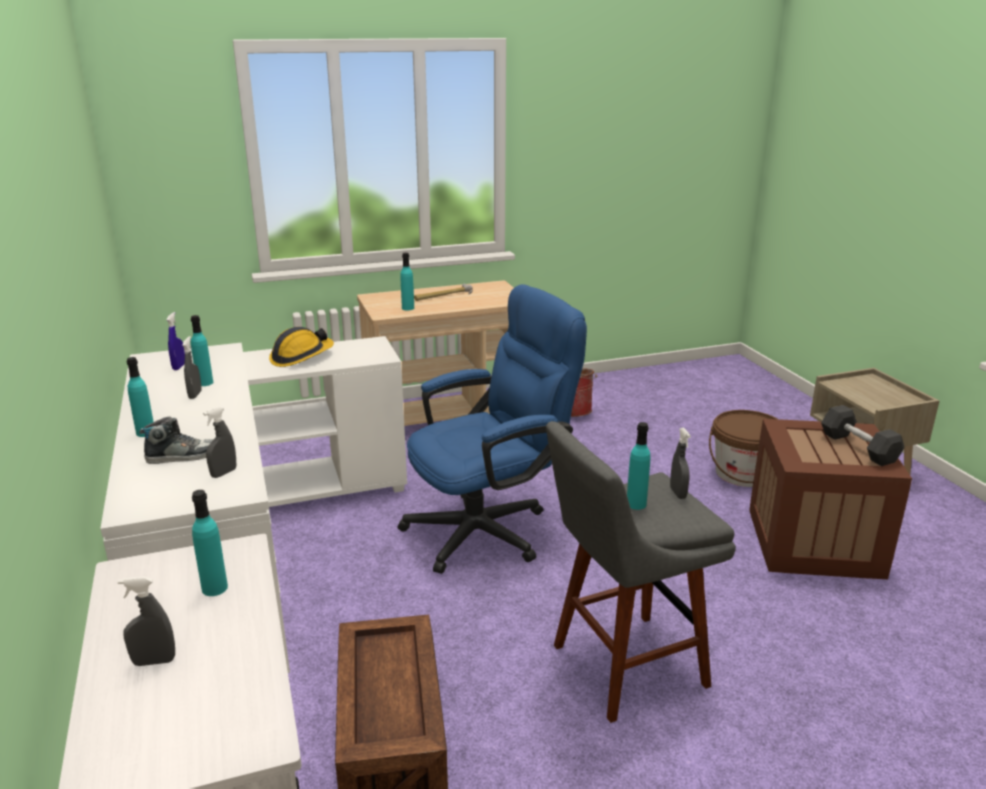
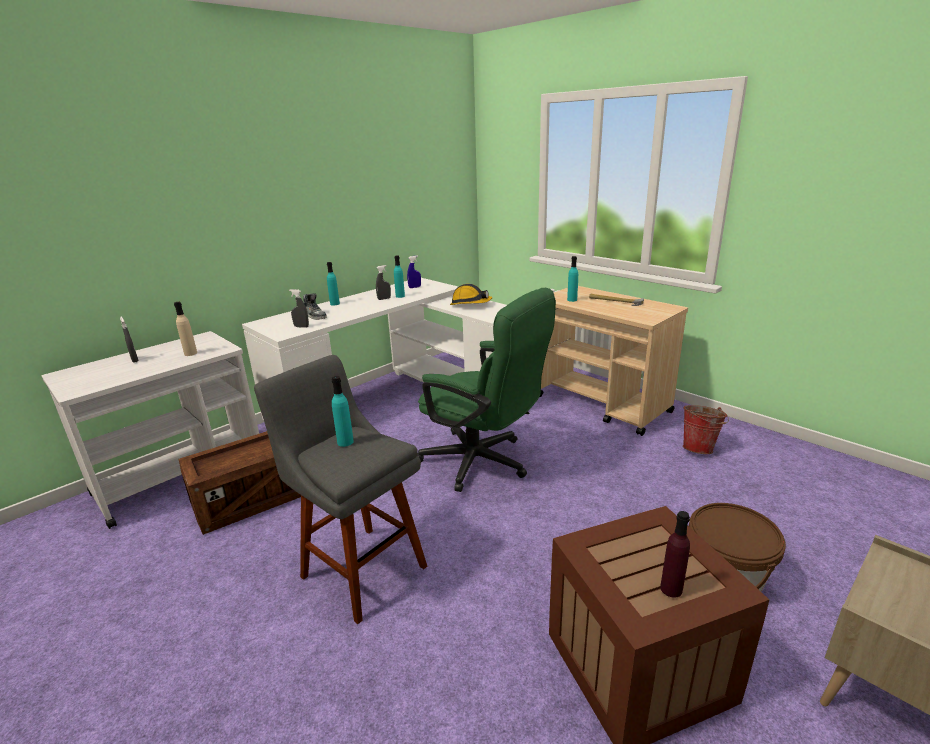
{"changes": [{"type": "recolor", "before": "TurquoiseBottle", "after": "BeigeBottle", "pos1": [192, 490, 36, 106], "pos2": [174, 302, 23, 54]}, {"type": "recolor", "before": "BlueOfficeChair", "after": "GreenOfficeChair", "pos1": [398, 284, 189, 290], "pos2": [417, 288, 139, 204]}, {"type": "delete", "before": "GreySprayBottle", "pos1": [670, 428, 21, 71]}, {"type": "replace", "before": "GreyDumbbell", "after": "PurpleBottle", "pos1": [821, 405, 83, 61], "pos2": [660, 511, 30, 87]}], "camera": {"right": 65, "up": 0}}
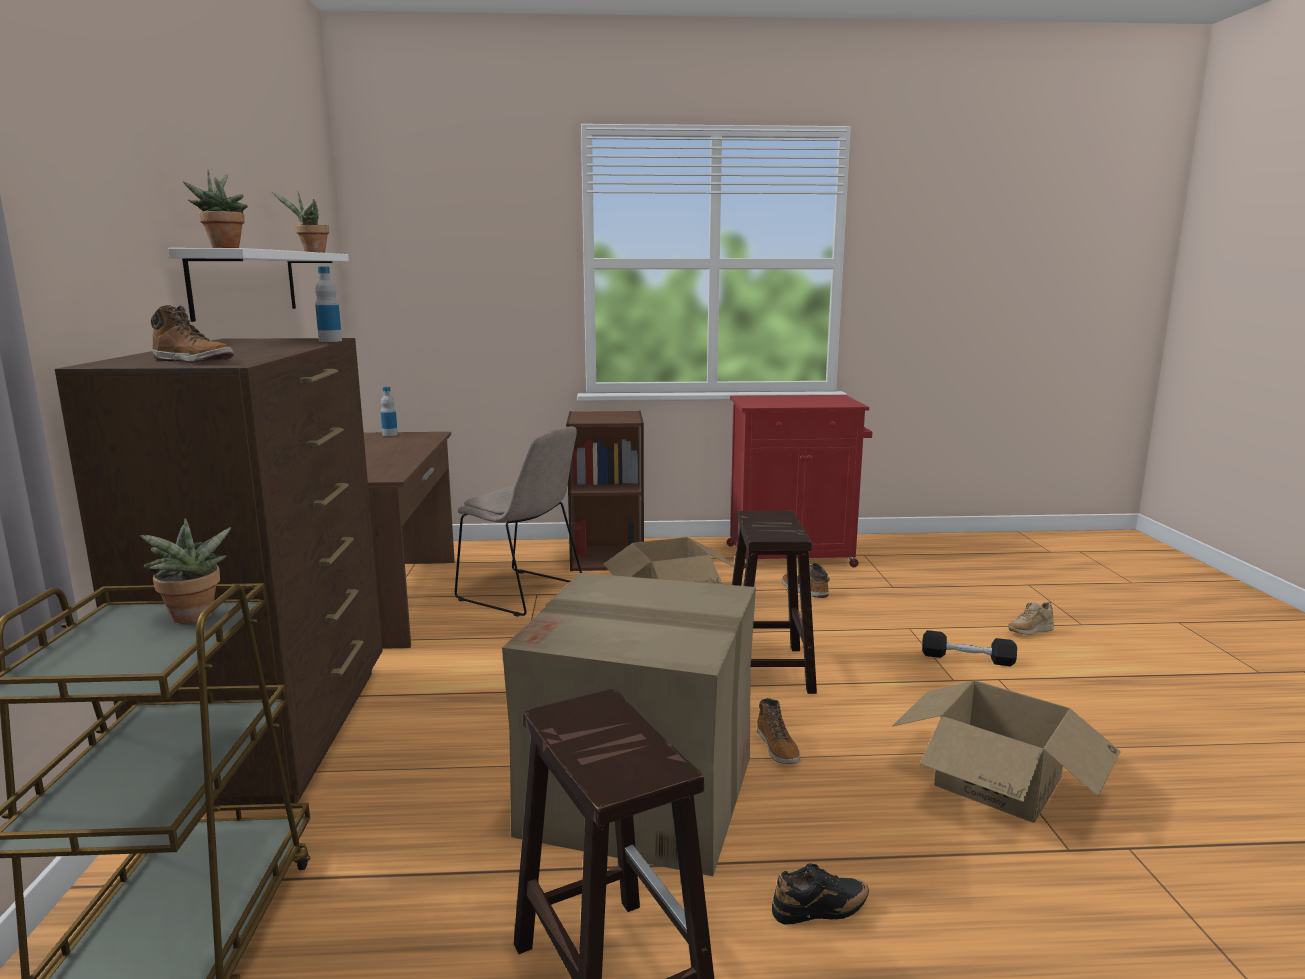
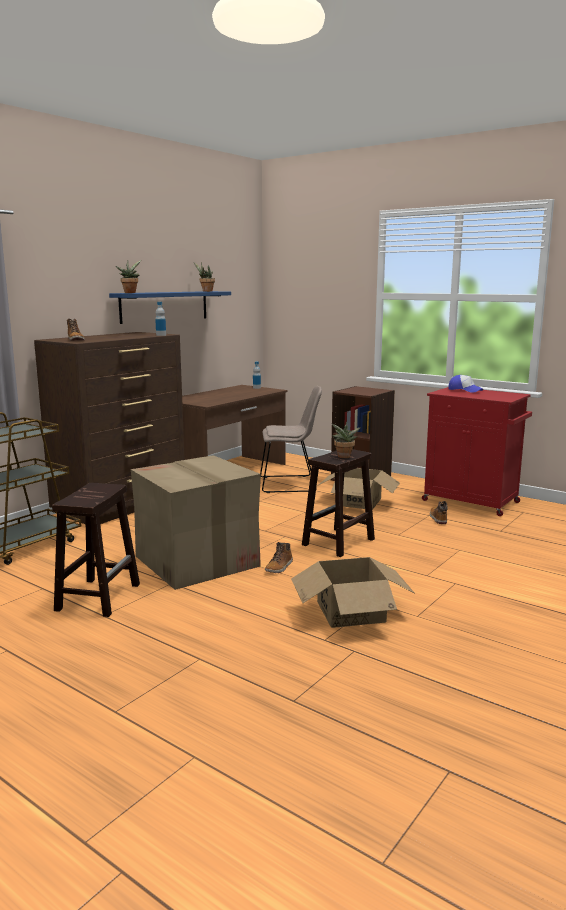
{"changes": [{"type": "move", "before": "PottedPlant", "pos1": [140, 518, 91, 105], "pos2": [332, 421, 29, 37]}, {"type": "recolor", "before": "WhiteShelf", "after": "BlueShelf", "pos1": [168, 248, 181, 74], "pos2": [109, 291, 122, 33]}, {"type": "rotate", "before": "BeigeChair", "pos1": [455, 427, 127, 190], "pos2": [260, 386, 62, 107], "turn": -75}, {"type": "delete", "before": "BlackShoe", "pos1": [772, 863, 97, 62]}, {"type": "delete", "before": "BlackDumbbell", "pos1": [922, 630, 95, 36]}, {"type": "delete", "before": "BeigeShoe", "pos1": [1008, 601, 46, 34]}, {"type": "insert", "after": "Cap", "pos2": [448, 375, 35, 18]}], "camera": {"right": 40, "up": 0}}
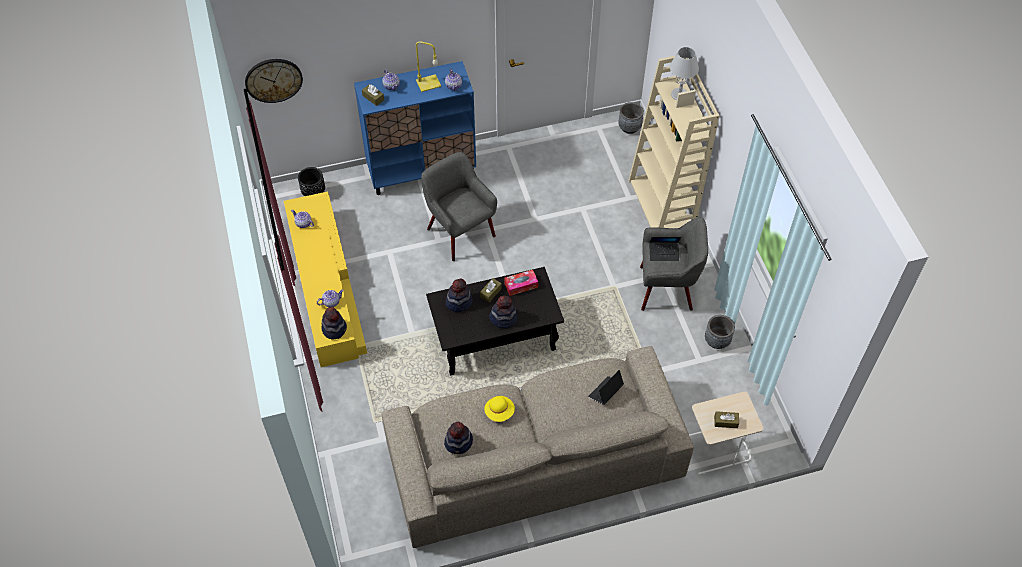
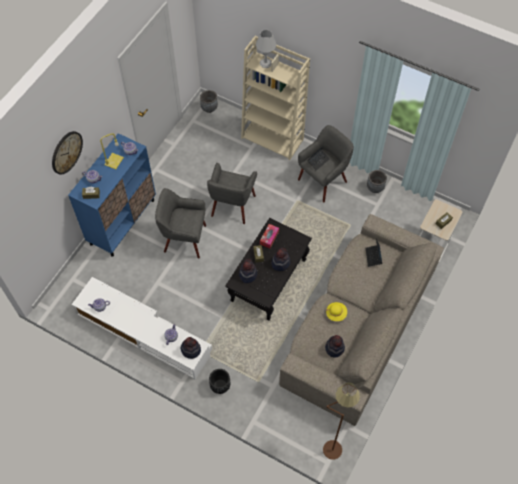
{"changes": [{"type": "move", "before": "WallClock", "pos1": [245, 59, 58, 44], "pos2": [52, 131, 31, 44]}, {"type": "recolor", "before": "YellowTvStand", "after": "WhiteTvStand", "pos1": [284, 191, 83, 176], "pos2": [72, 277, 140, 103]}, {"type": "move", "before": "BlackPlanter", "pos1": [298, 167, 27, 29], "pos2": [209, 369, 21, 25]}, {"type": "insert", "after": "GreyArmchair", "pos2": [207, 163, 50, 61]}, {"type": "insert", "after": "BrownFloorLamp", "pos2": [323, 382, 37, 78]}], "camera": {"right": -45, "up": 5}}
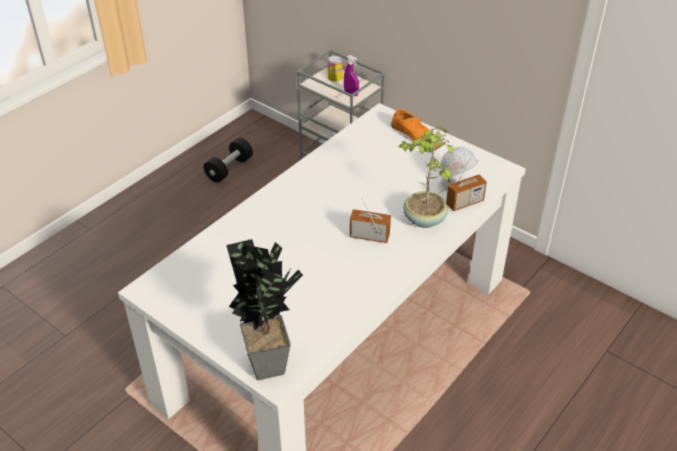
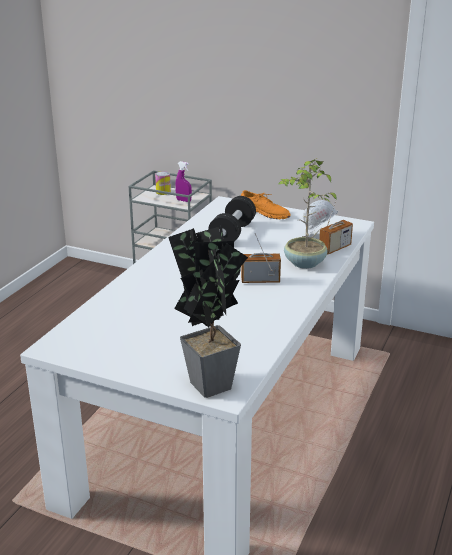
{"changes": [{"type": "move", "before": "BlackDumbbell", "pos1": [204, 138, 49, 45], "pos2": [208, 196, 48, 46]}], "camera": {"right": -15, "up": -15}}
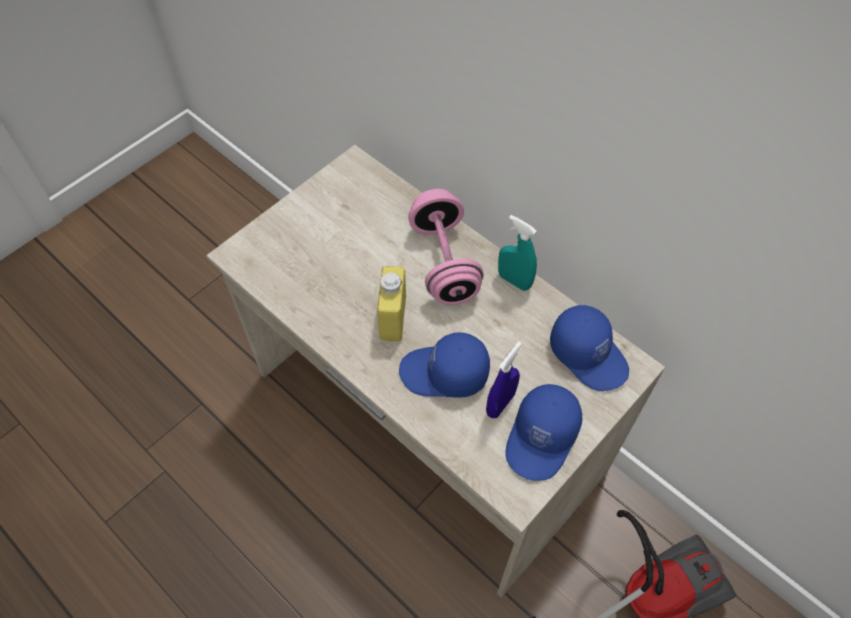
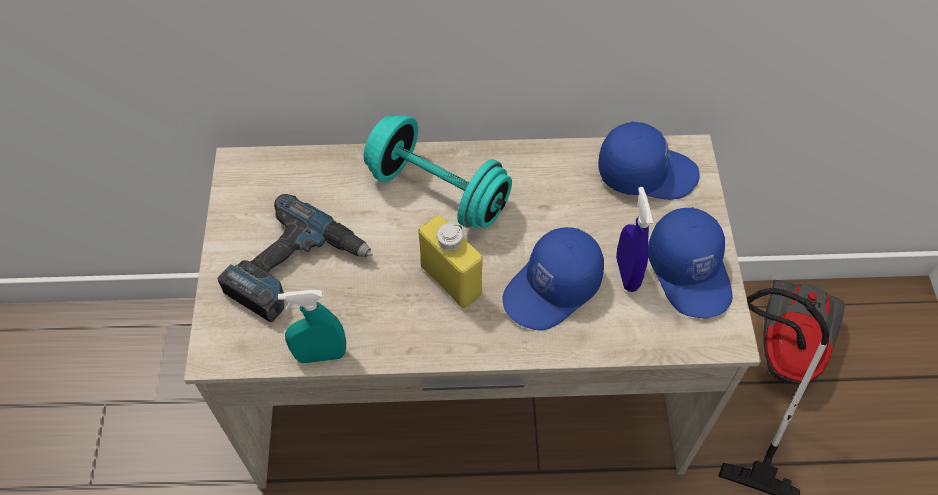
{"changes": [{"type": "recolor", "before": "PinkDumbbell", "after": "TurquoiseDumbbell", "pos1": [408, 189, 76, 116], "pos2": [364, 115, 148, 113]}, {"type": "move", "before": "TurquoiseSprayBottle", "pos1": [498, 215, 39, 76], "pos2": [278, 290, 68, 73]}, {"type": "insert", "after": "PowerDrill", "pos2": [217, 194, 156, 128]}], "camera": {"right": -45, "up": 0}}
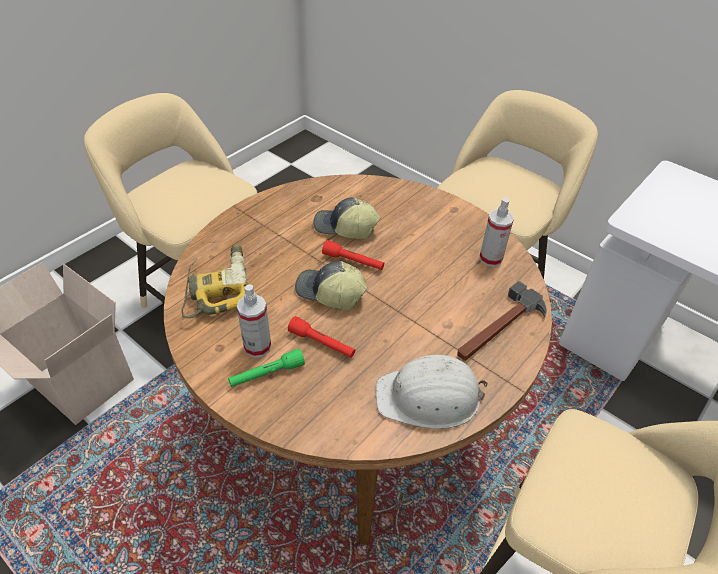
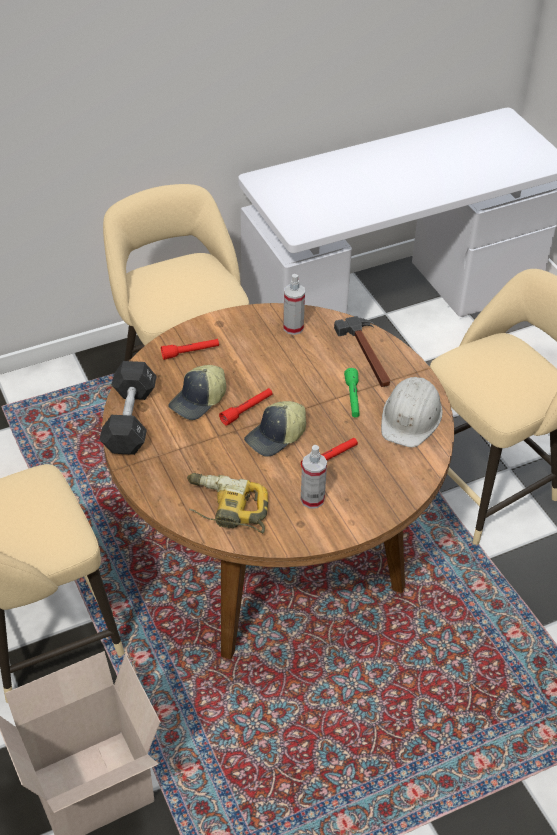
{"changes": [{"type": "move", "before": "GreenFlashlight", "pos1": [228, 348, 77, 39], "pos2": [344, 368, 16, 50]}, {"type": "insert", "after": "BlackDumbbell", "pos2": [99, 361, 58, 94]}, {"type": "insert", "after": "RedFlashlight", "pos2": [161, 339, 58, 21]}], "camera": {"right": -65, "up": 0}}
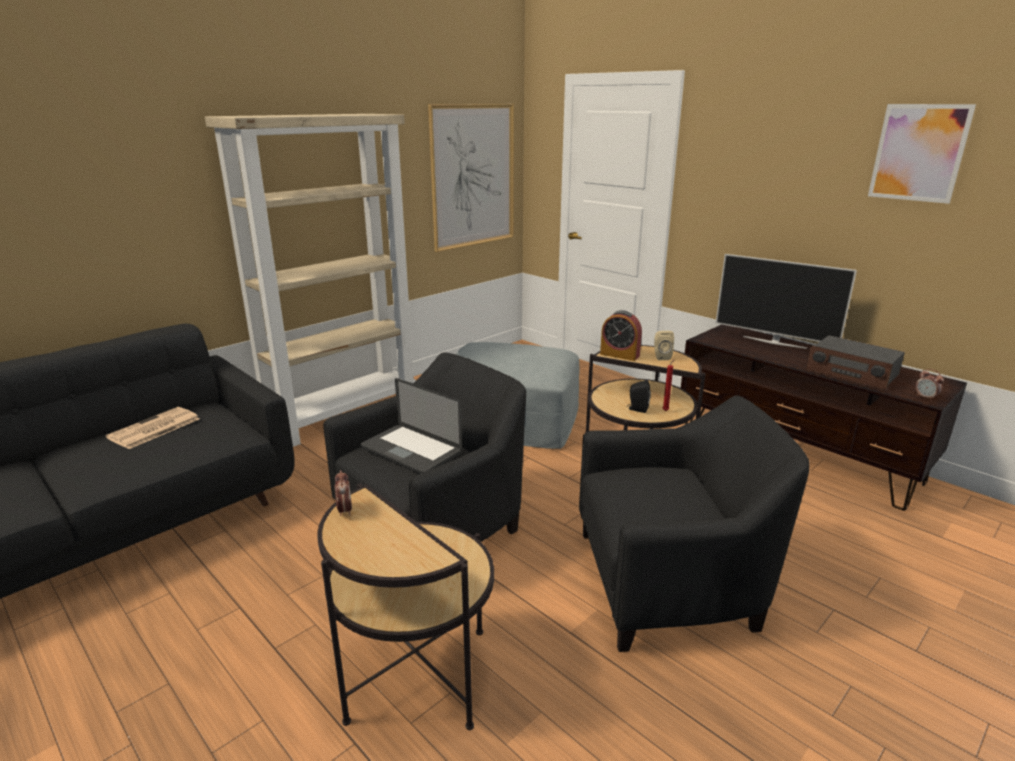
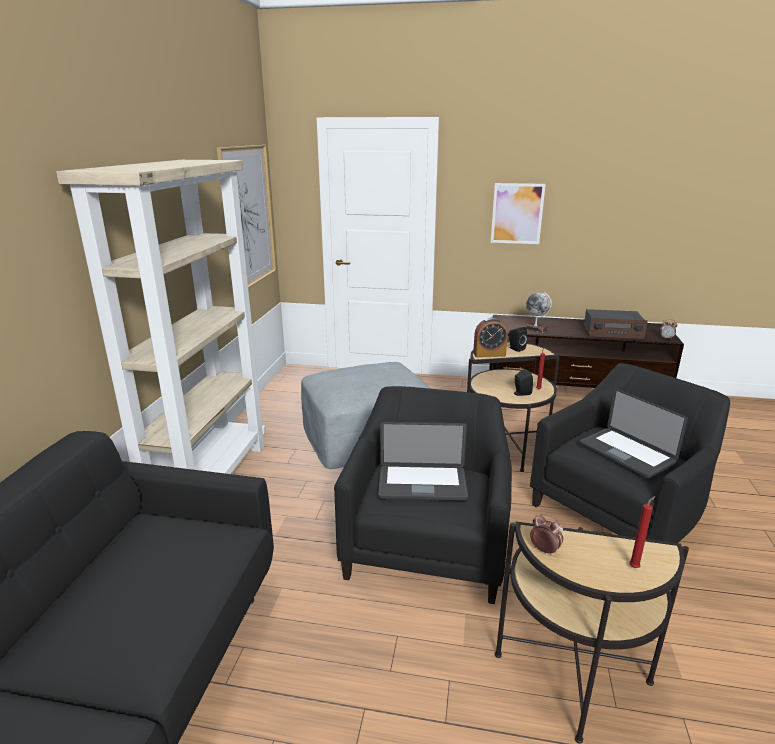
{"changes": [{"type": "delete", "before": "Newspaper", "pos1": [106, 407, 94, 42]}, {"type": "recolor", "before": "BeigeSpeaker", "after": "BlackSpeaker", "pos1": [654, 331, 20, 29], "pos2": [509, 327, 18, 25]}, {"type": "delete", "before": "Television", "pos1": [716, 254, 141, 95]}, {"type": "move", "before": "Picture", "pos1": [868, 104, 108, 100], "pos2": [491, 183, 55, 61]}, {"type": "insert", "after": "Globe", "pos2": [524, 292, 28, 41]}, {"type": "insert", "after": "Laptop", "pos2": [580, 388, 108, 91]}, {"type": "insert", "after": "RedCandle", "pos2": [629, 496, 26, 72]}], "camera": {"right": -35, "up": 0}}
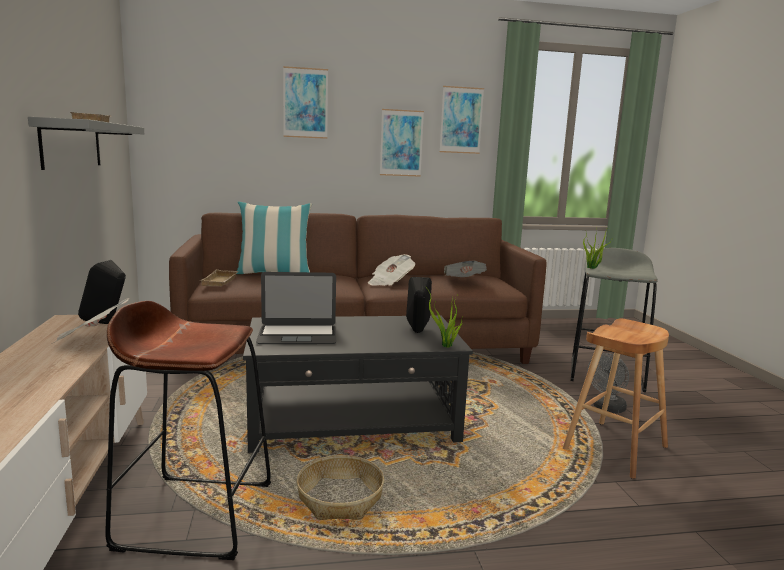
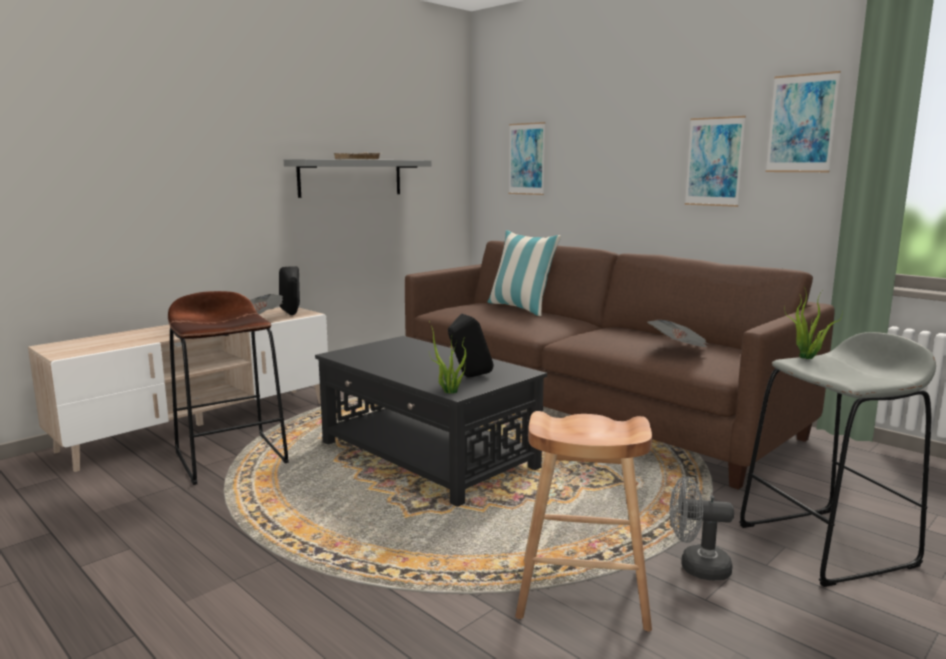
{"changes": [{"type": "delete", "before": "BeigeTray", "pos1": [201, 269, 38, 17]}, {"type": "delete", "before": "Laptop", "pos1": [256, 272, 81, 72]}, {"type": "move", "before": "Picture", "pos1": [283, 66, 45, 73], "pos2": [508, 122, 38, 73]}, {"type": "delete", "before": "Basket", "pos1": [297, 455, 87, 65]}, {"type": "delete", "before": "Newspaper", "pos1": [368, 254, 47, 32]}], "camera": {"right": 55, "up": 0}}
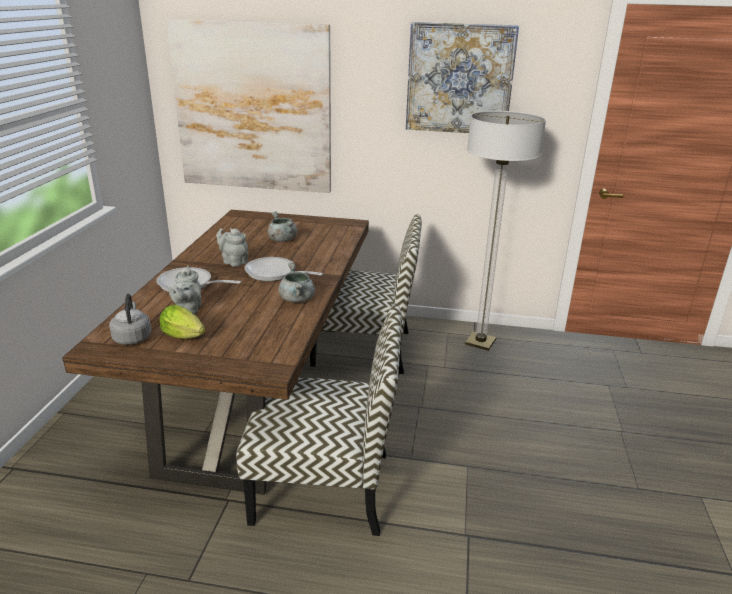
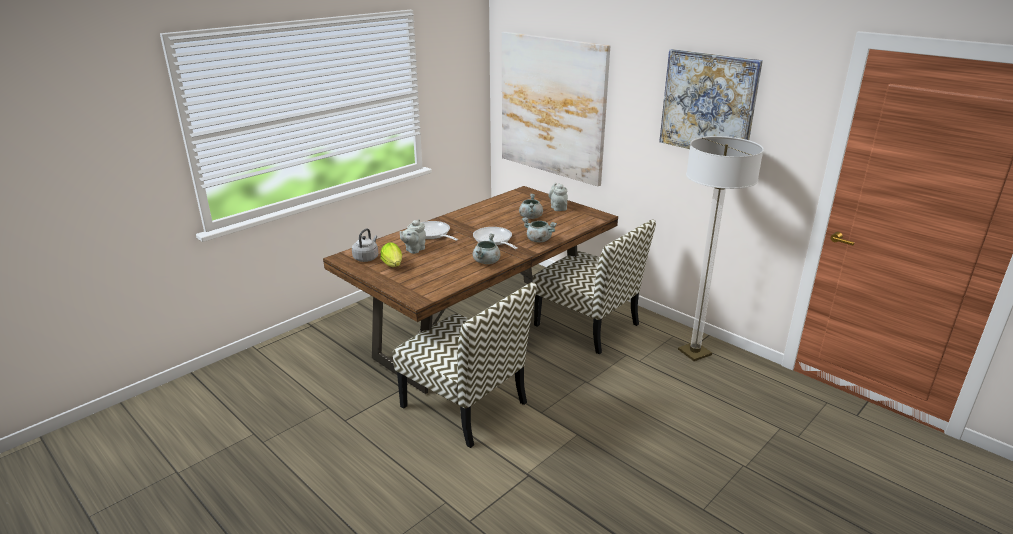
{"changes": [{"type": "move", "before": "GreyTeapot", "pos1": [216, 228, 32, 39], "pos2": [549, 182, 19, 29]}, {"type": "insert", "after": "GreyCookingPot", "pos2": [522, 217, 35, 26]}], "camera": {"right": 35, "up": 0}}
